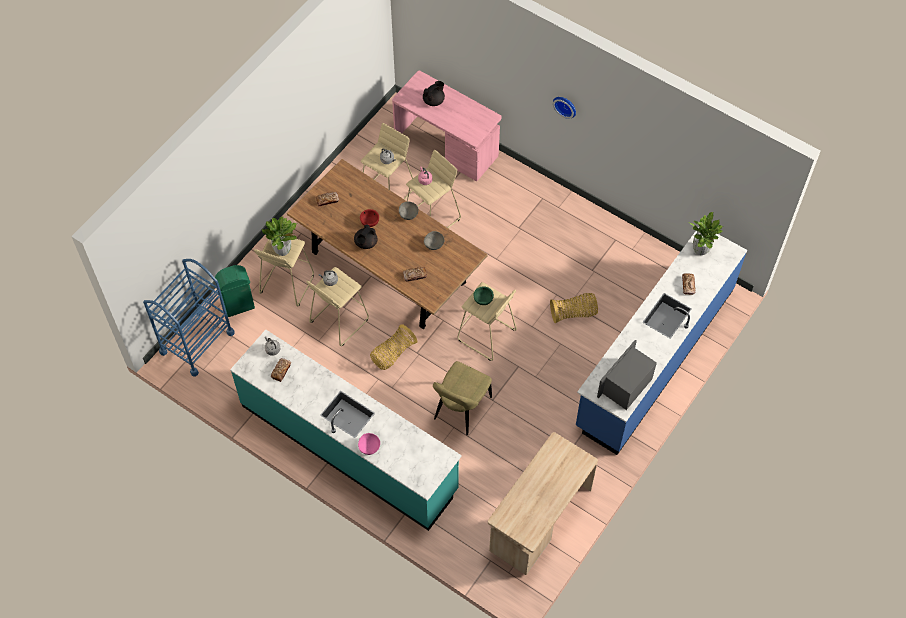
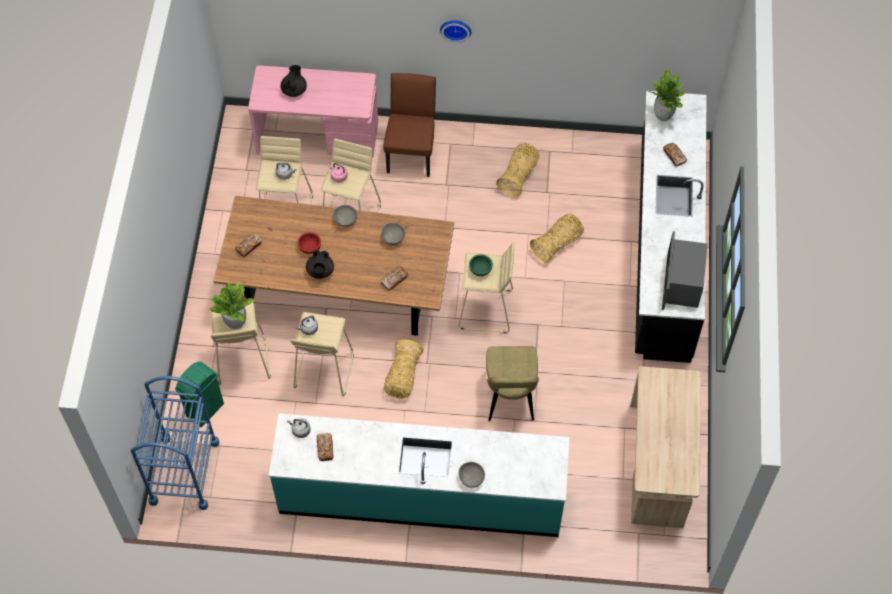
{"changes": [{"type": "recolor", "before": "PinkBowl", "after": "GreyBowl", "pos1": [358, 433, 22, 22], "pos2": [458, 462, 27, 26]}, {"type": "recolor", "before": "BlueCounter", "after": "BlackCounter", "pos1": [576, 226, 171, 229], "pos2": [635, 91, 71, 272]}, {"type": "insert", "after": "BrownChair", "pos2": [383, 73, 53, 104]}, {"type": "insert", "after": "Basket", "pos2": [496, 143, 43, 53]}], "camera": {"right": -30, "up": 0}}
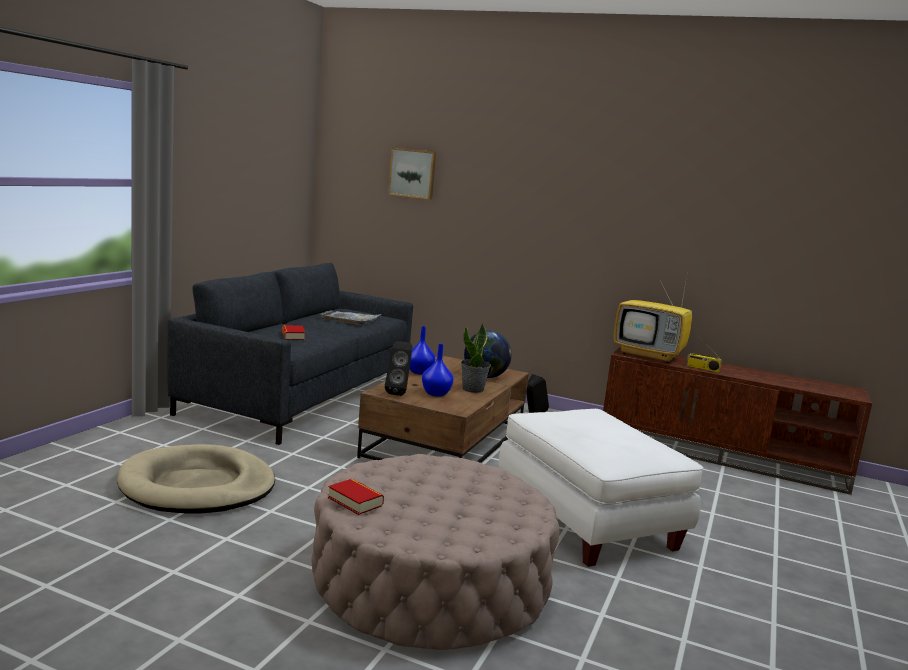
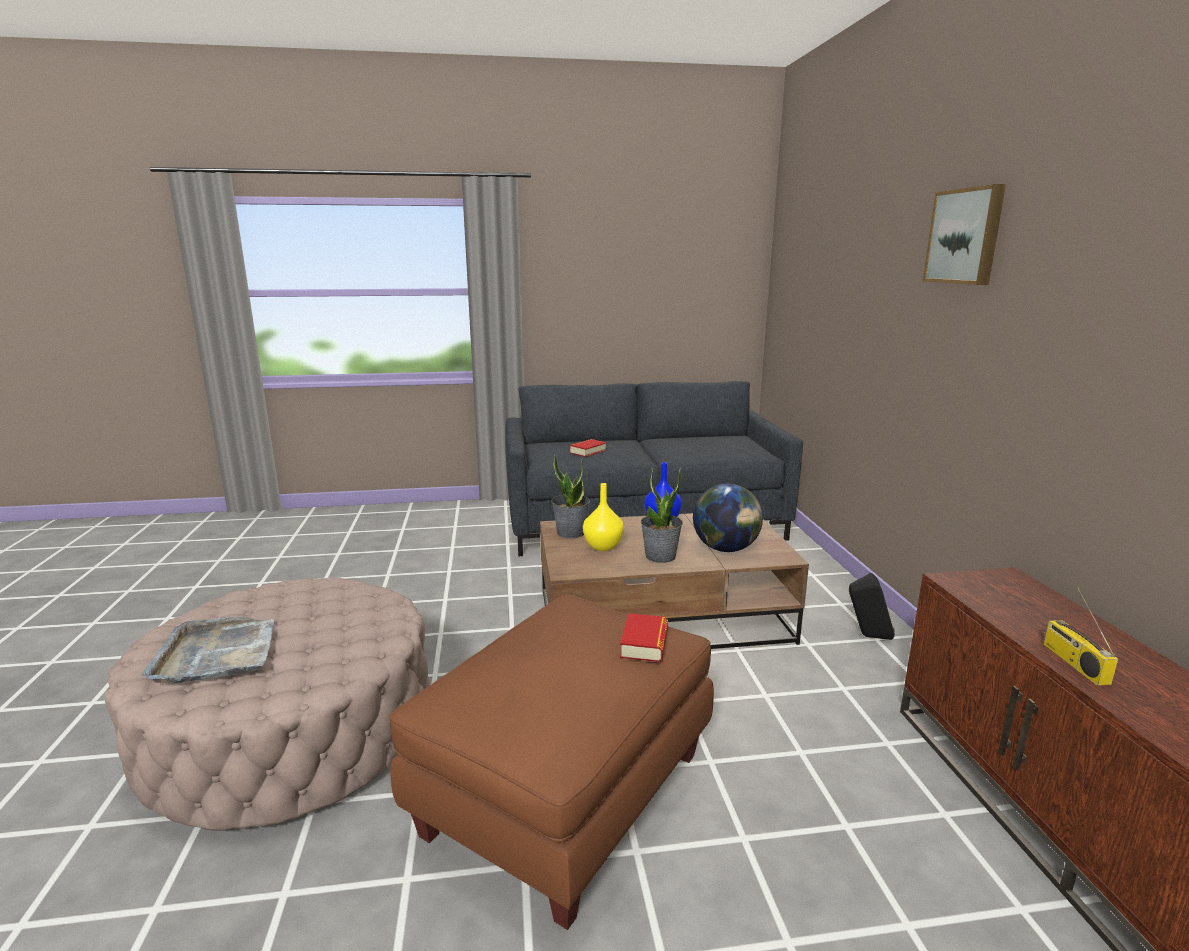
{"changes": [{"type": "delete", "before": "BeigeDogBed", "pos1": [117, 444, 158, 69]}, {"type": "move", "before": "GreyTray", "pos1": [320, 310, 62, 15], "pos2": [142, 616, 132, 68]}, {"type": "move", "before": "Book", "pos1": [328, 479, 56, 36], "pos2": [620, 613, 48, 49]}, {"type": "replace", "before": "BlackSpeaker", "after": "PottedPlant", "pos1": [385, 341, 27, 55], "pos2": [552, 454, 38, 85]}, {"type": "move", "before": "Picture", "pos1": [388, 148, 48, 52], "pos2": [923, 184, 83, 101]}, {"type": "recolor", "before": "BlueVase", "after": "YellowVase", "pos1": [422, 344, 32, 53], "pos2": [583, 483, 41, 68]}, {"type": "recolor", "before": "WhiteOttoman", "after": "BrownOttoman", "pos1": [499, 409, 205, 158], "pos2": [389, 594, 325, 336]}, {"type": "delete", "before": "Television", "pos1": [614, 277, 78, 86]}], "camera": {"right": 60, "up": 5}}
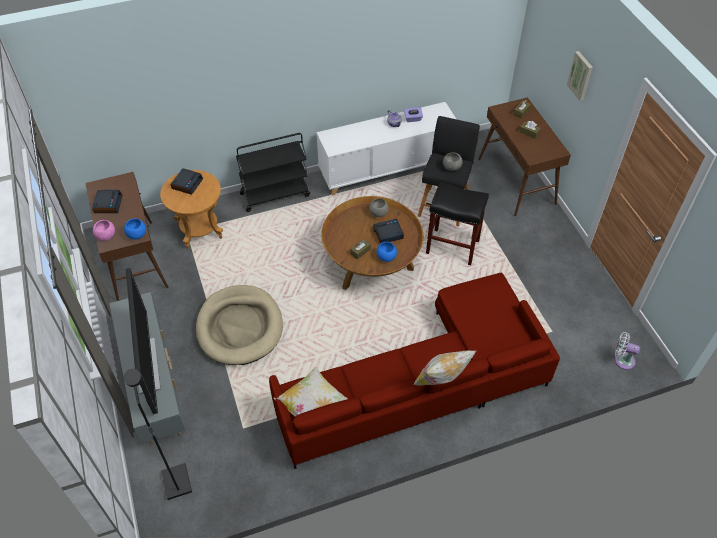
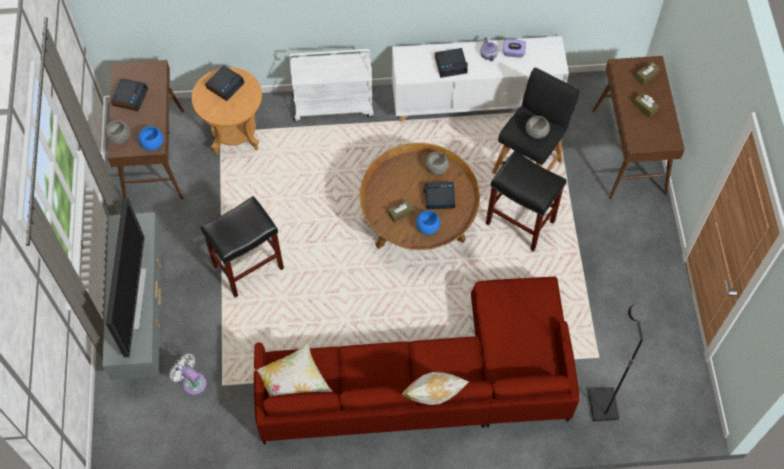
{"changes": [{"type": "recolor", "before": "PinkBowl", "after": "GreyBowl", "pos1": [93, 220, 22, 21], "pos2": [105, 120, 25, 24]}, {"type": "move", "before": "BlackFloorLamp", "pos1": [123, 369, 69, 131], "pos2": [588, 304, 59, 118]}, {"type": "replace", "before": "BeigeDogBed", "after": "BlackStool", "pos1": [196, 285, 87, 80], "pos2": [200, 196, 84, 102]}, {"type": "recolor", "before": "BlackCart", "after": "WhiteCart", "pos1": [236, 133, 74, 79], "pos2": [289, 49, 85, 73]}, {"type": "delete", "before": "Picture", "pos1": [567, 51, 26, 50]}, {"type": "move", "before": "WhiteFan", "pos1": [615, 332, 25, 38], "pos2": [170, 354, 36, 41]}, {"type": "insert", "after": "AlarmClock", "pos2": [435, 48, 33, 30]}], "camera": {"right": 15, "up": 10}}
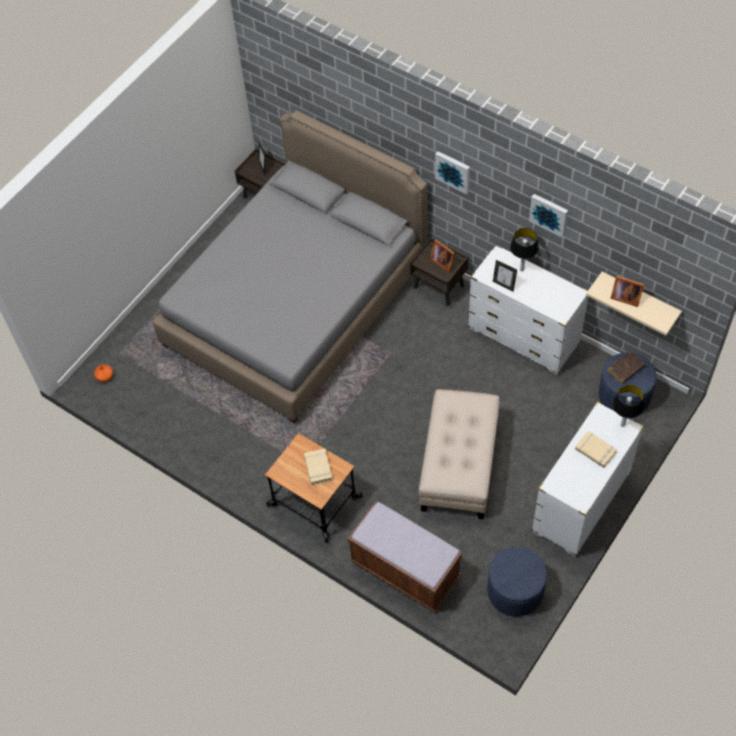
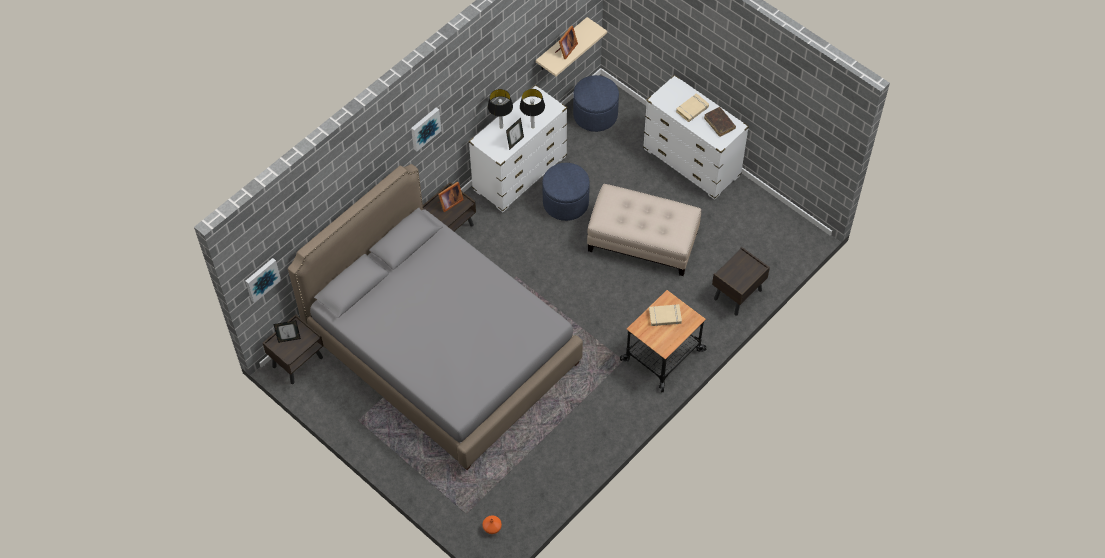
{"changes": [{"type": "replace", "before": "BrownBench", "after": "BrownNightstand", "pos1": [347, 501, 115, 112], "pos2": [712, 247, 58, 69]}, {"type": "move", "before": "BlueOttoman", "pos1": [487, 547, 60, 70], "pos2": [542, 163, 48, 58]}, {"type": "move", "before": "Picture", "pos1": [529, 194, 39, 44], "pos2": [245, 258, 36, 45]}, {"type": "move", "before": "BrownBook", "pos1": [607, 351, 38, 33], "pos2": [704, 107, 32, 30]}, {"type": "move", "before": "TableLamp", "pos1": [613, 385, 31, 42], "pos2": [520, 89, 25, 39]}], "camera": {"right": -85, "up": 0}}
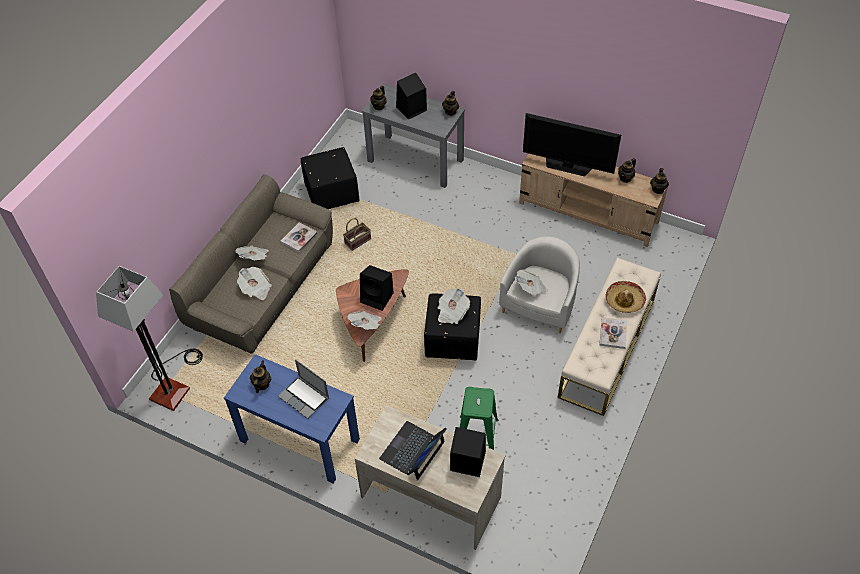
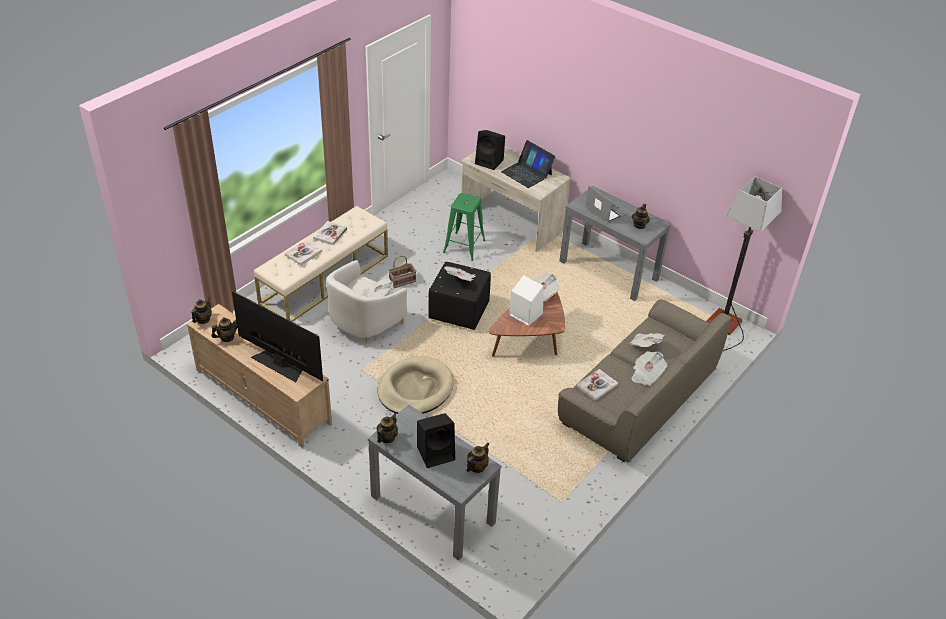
{"changes": [{"type": "recolor", "before": "BlueConsoleTable", "after": "GreyConsoleTable", "pos1": [224, 354, 136, 130], "pos2": [559, 186, 112, 115]}, {"type": "delete", "before": "BlackOttoman", "pos1": [301, 147, 59, 62]}, {"type": "move", "before": "Basket", "pos1": [343, 218, 28, 33], "pos2": [389, 256, 27, 32]}, {"type": "recolor", "before": "BlackSpeaker", "after": "WhiteSpeaker", "pos1": [360, 265, 33, 46], "pos2": [509, 275, 34, 51]}, {"type": "rotate", "before": "Laptop", "pos1": [379, 421, 68, 60], "pos2": [501, 140, 54, 48], "turn": 90}, {"type": "replace", "before": "Hat", "after": "Book", "pos1": [605, 281, 41, 32], "pos2": [285, 240, 37, 25]}, {"type": "insert", "after": "BeigeDogBed", "pos2": [378, 356, 76, 58]}], "camera": {"right": -170, "up": -10}}
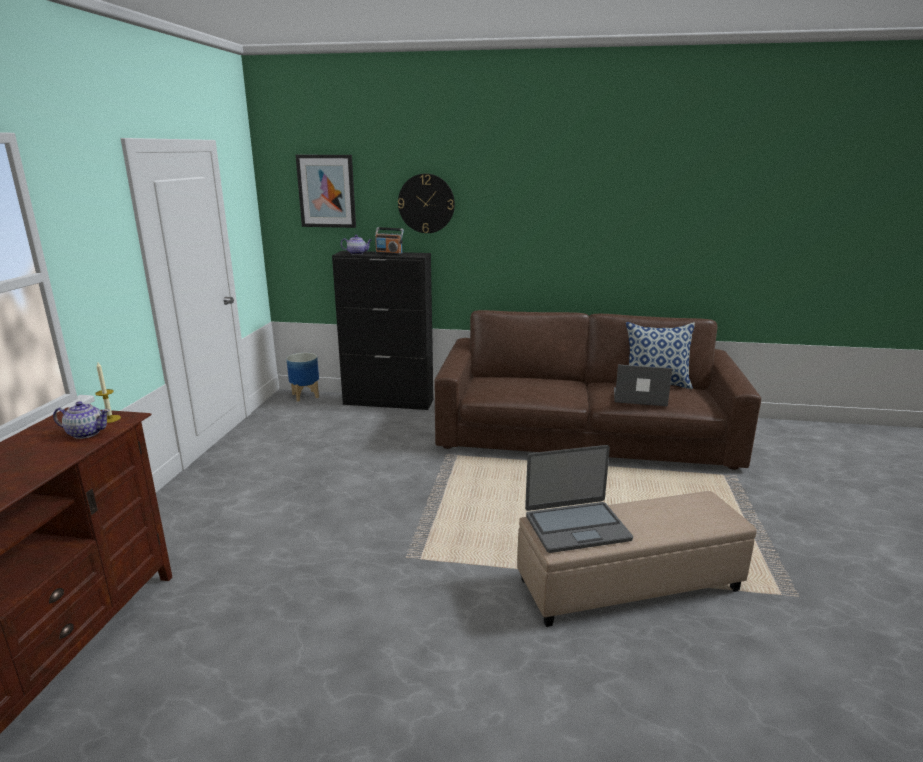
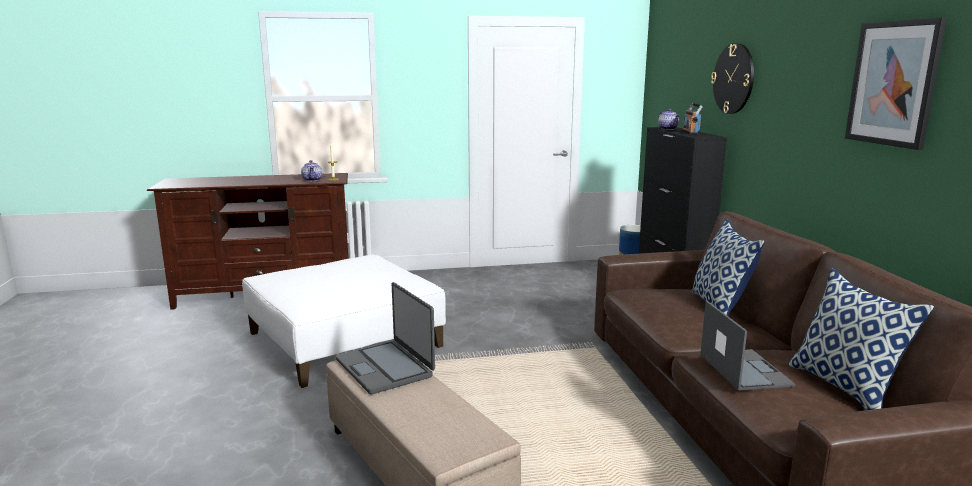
{"changes": [{"type": "move", "before": "Picture", "pos1": [296, 155, 60, 73], "pos2": [845, 17, 102, 133]}, {"type": "insert", "after": "WhiteOttoman", "pos2": [242, 254, 204, 134]}, {"type": "insert", "after": "Pillow", "pos2": [692, 219, 73, 97]}], "camera": {"right": 70, "up": -5}}
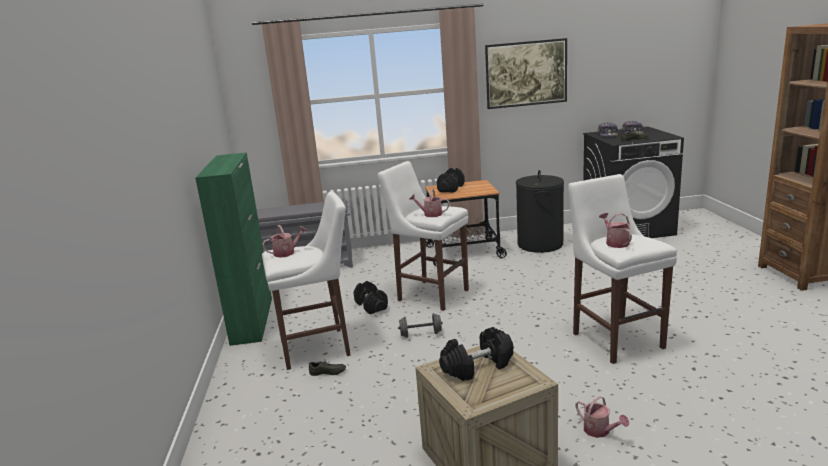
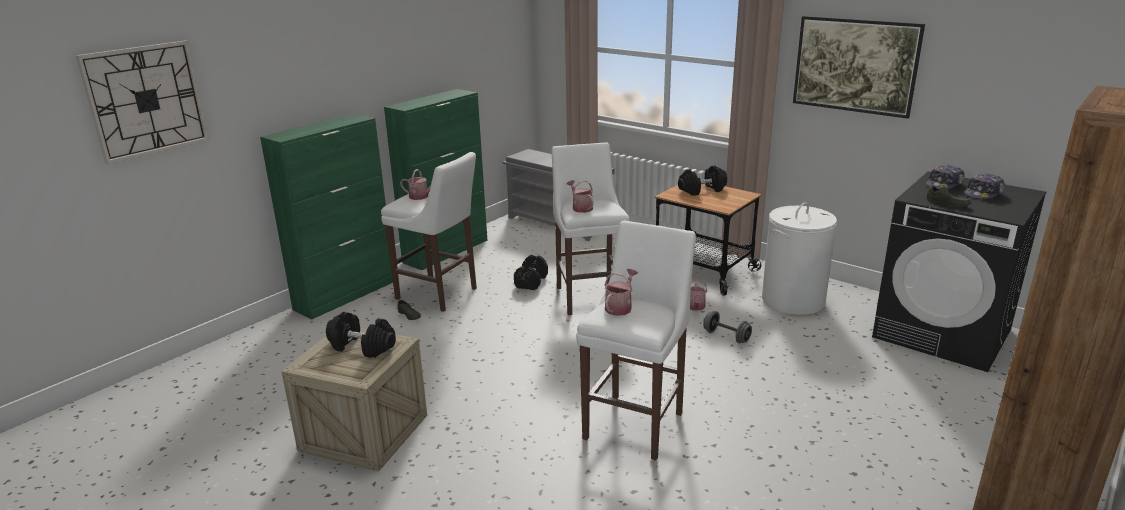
{"changes": [{"type": "move", "before": "GreyDumbbell", "pos1": [398, 313, 45, 25], "pos2": [703, 311, 49, 32]}, {"type": "recolor", "before": "BlackLaundryBasket", "after": "WhiteLaundryBasket", "pos1": [516, 170, 48, 83], "pos2": [762, 202, 75, 113]}, {"type": "move", "before": "WateringCan", "pos1": [575, 396, 54, 42], "pos2": [690, 281, 17, 30]}, {"type": "insert", "after": "WallClock", "pos2": [76, 40, 133, 124]}, {"type": "insert", "after": "GreenCabinet", "pos2": [260, 114, 133, 205]}], "camera": {"right": 45, "up": 5}}
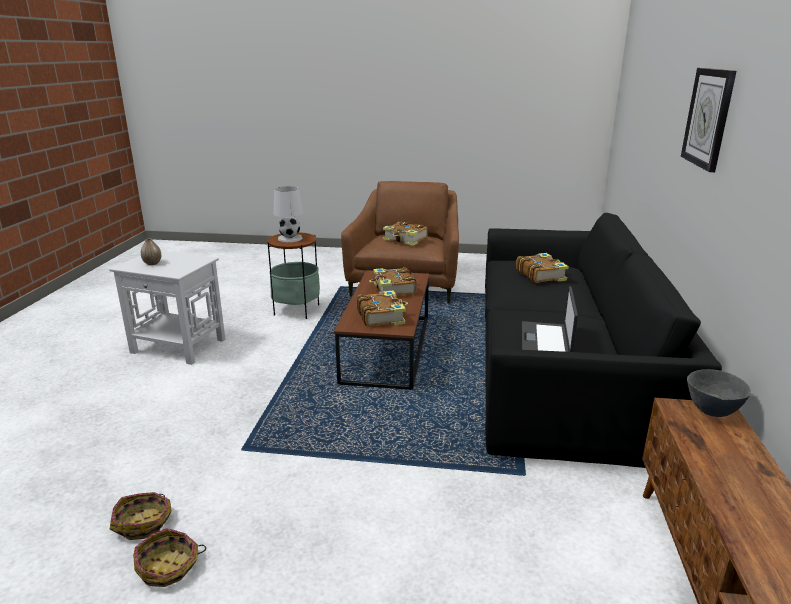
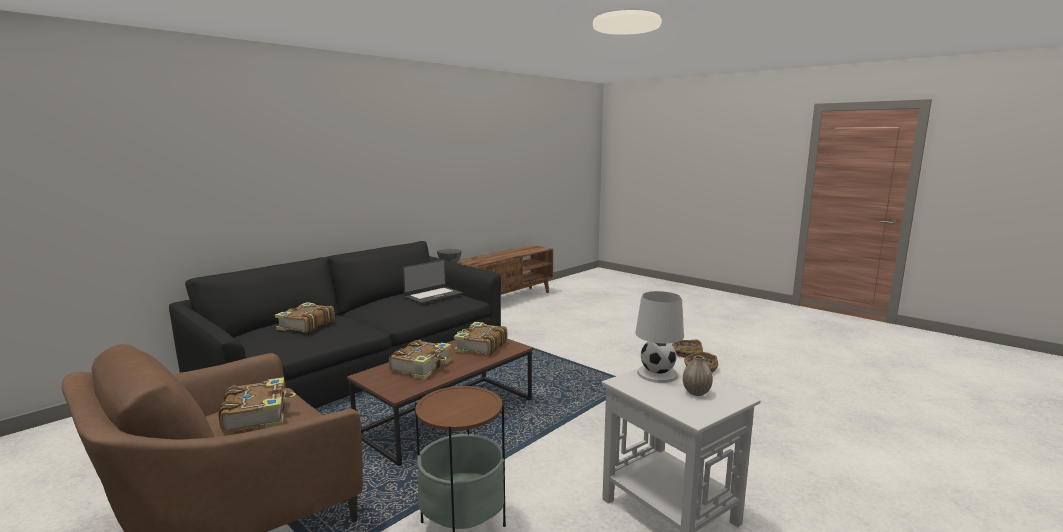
{"changes": [{"type": "move", "before": "WhiteTableLamp", "pos1": [273, 186, 30, 56], "pos2": [635, 291, 49, 92]}, {"type": "delete", "before": "WallClock", "pos1": [681, 68, 55, 104]}], "camera": {"right": -145, "up": -10}}
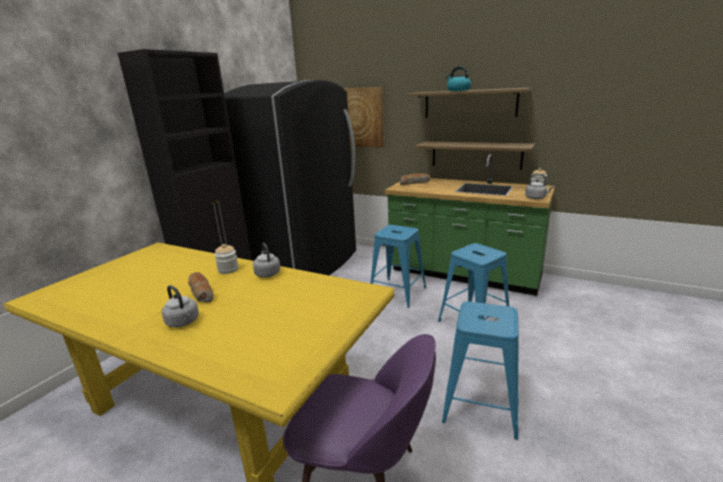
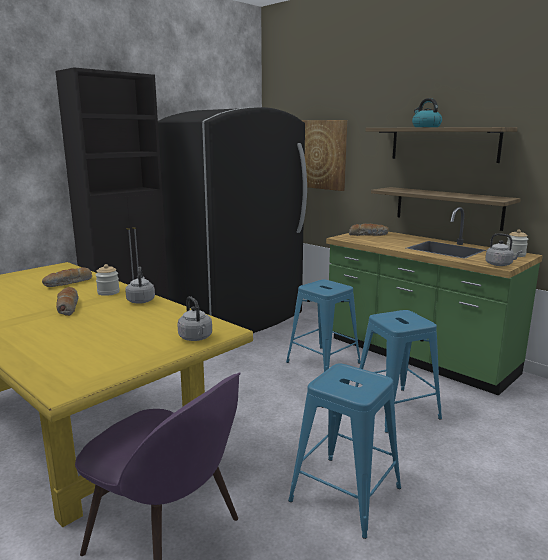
{"changes": [{"type": "move", "before": "GreyKettle", "pos1": [162, 285, 37, 42], "pos2": [177, 296, 35, 45]}, {"type": "insert", "after": "Bread", "pos2": [42, 267, 50, 20]}], "camera": {"right": 15, "up": -5}}
